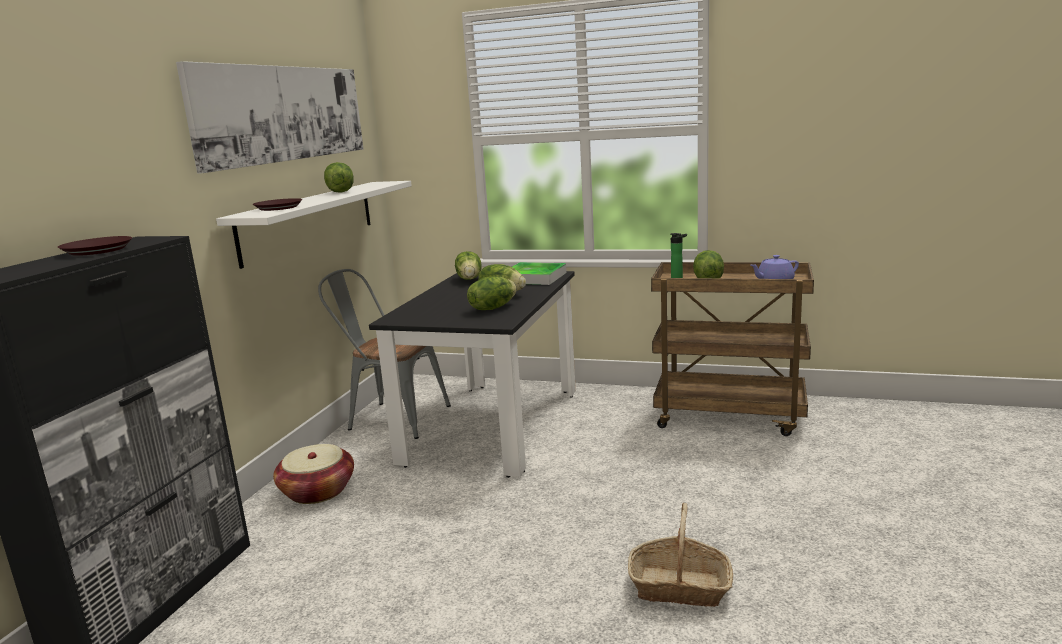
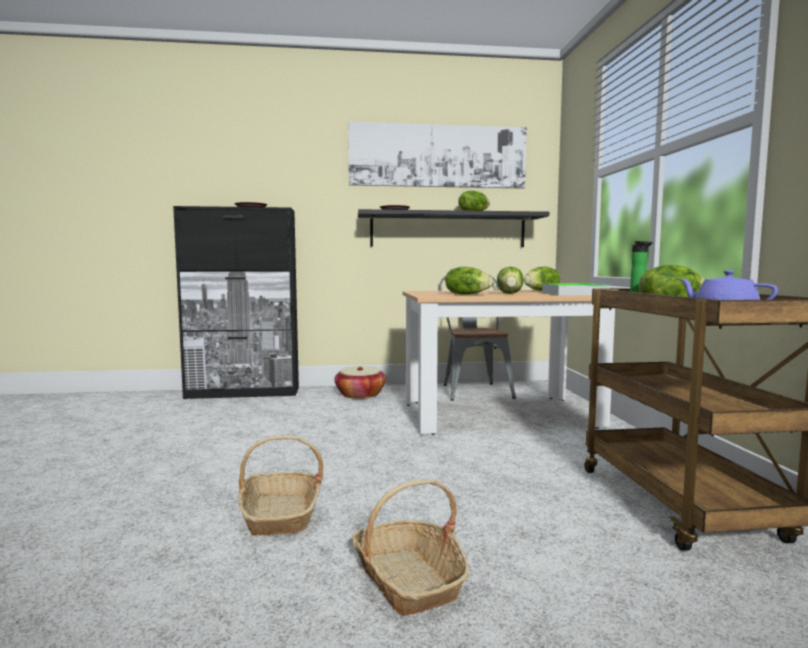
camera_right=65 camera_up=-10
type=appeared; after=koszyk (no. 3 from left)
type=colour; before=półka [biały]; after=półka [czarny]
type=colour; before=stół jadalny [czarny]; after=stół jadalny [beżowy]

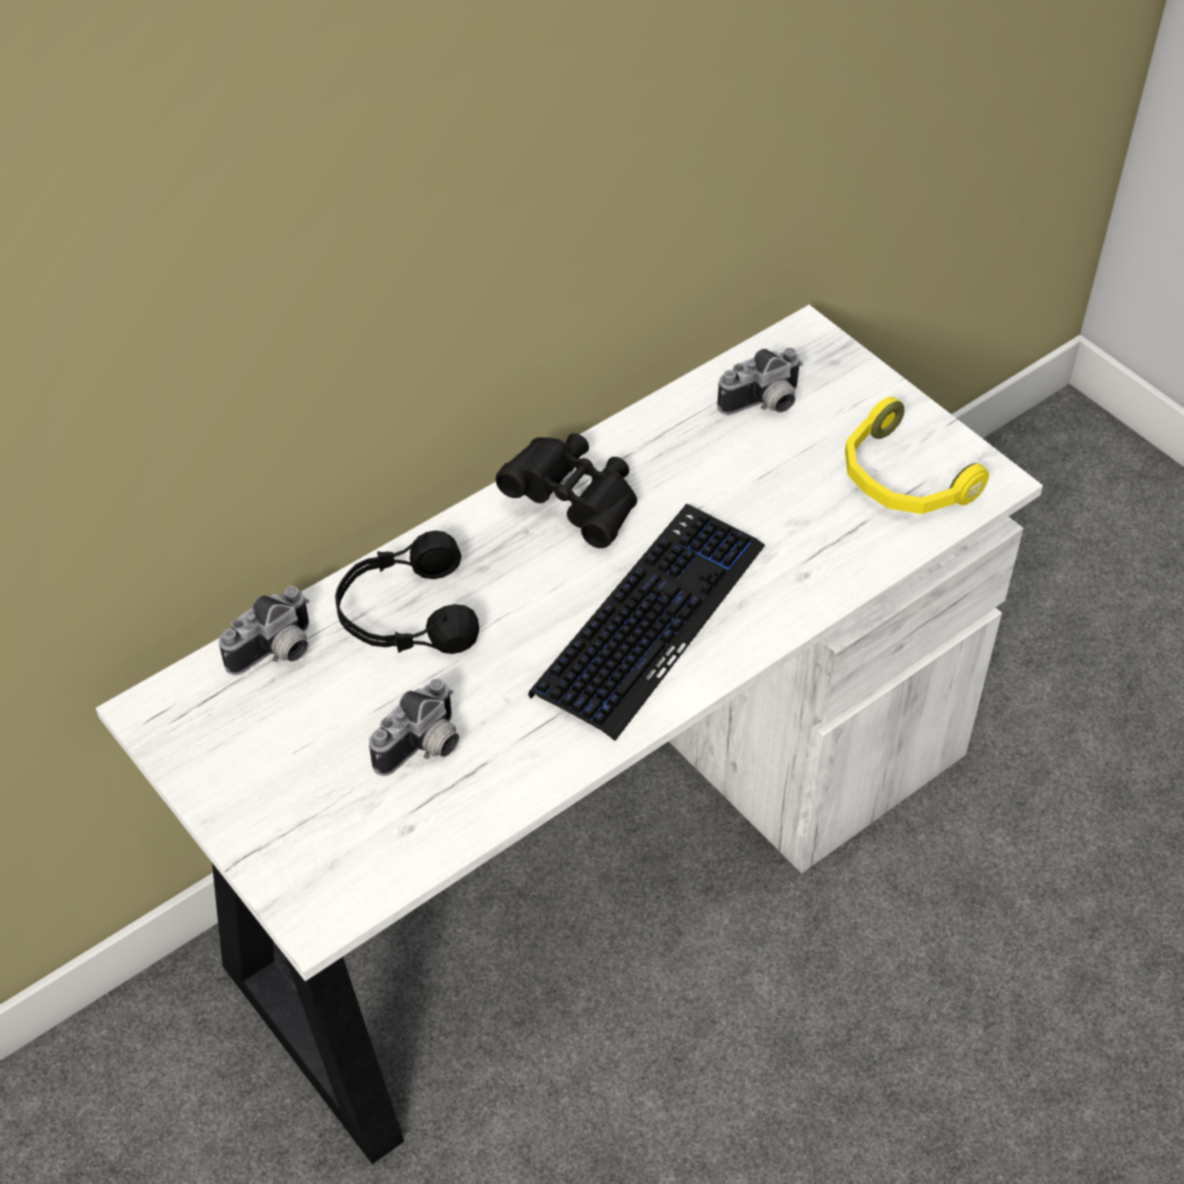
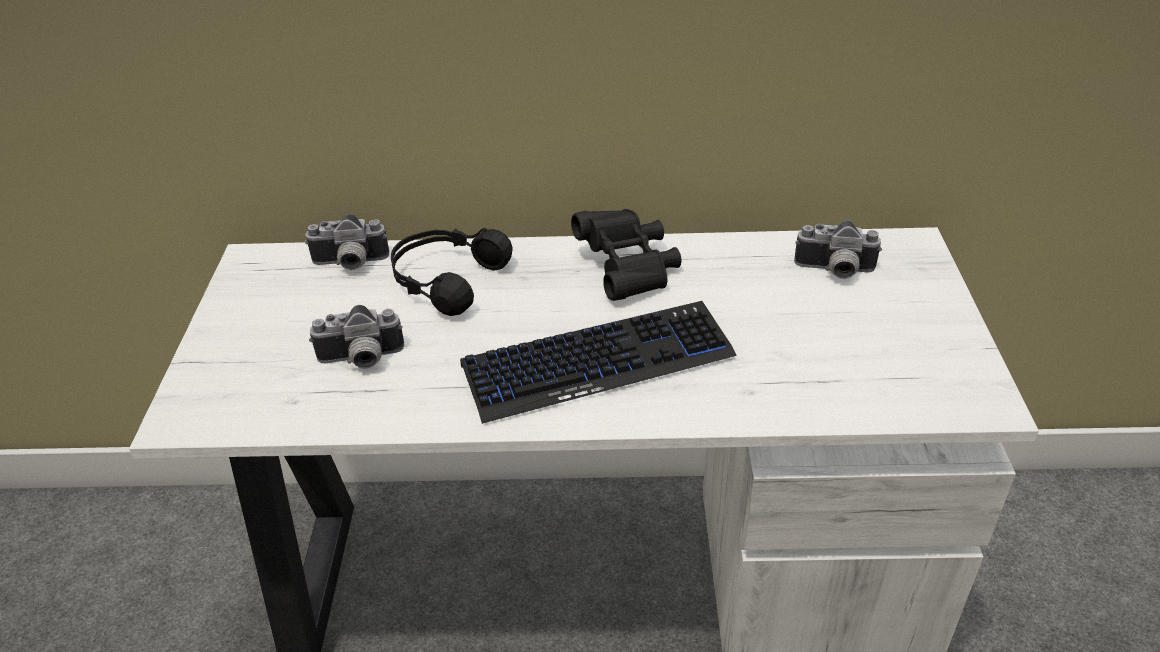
camera_right=40 camera_up=-10
type=missing; before=słuchawki [żółty]

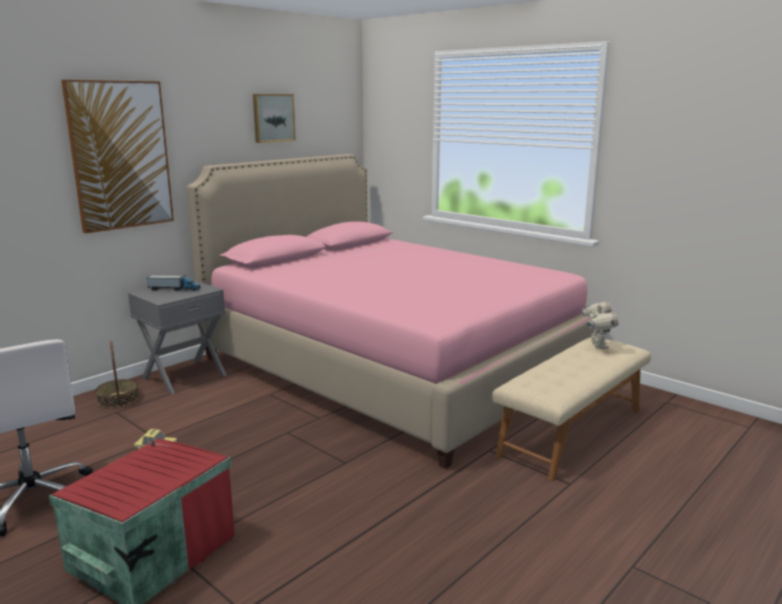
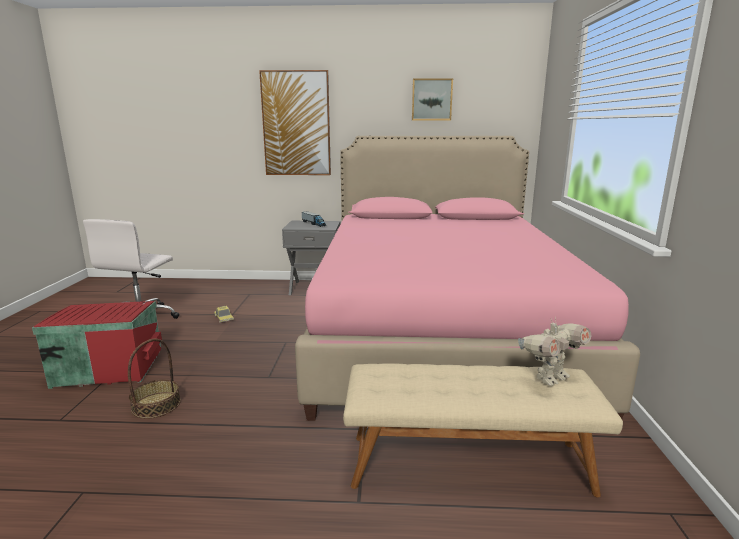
camera_right=50 camera_up=0
type=relocated; before=koszyk

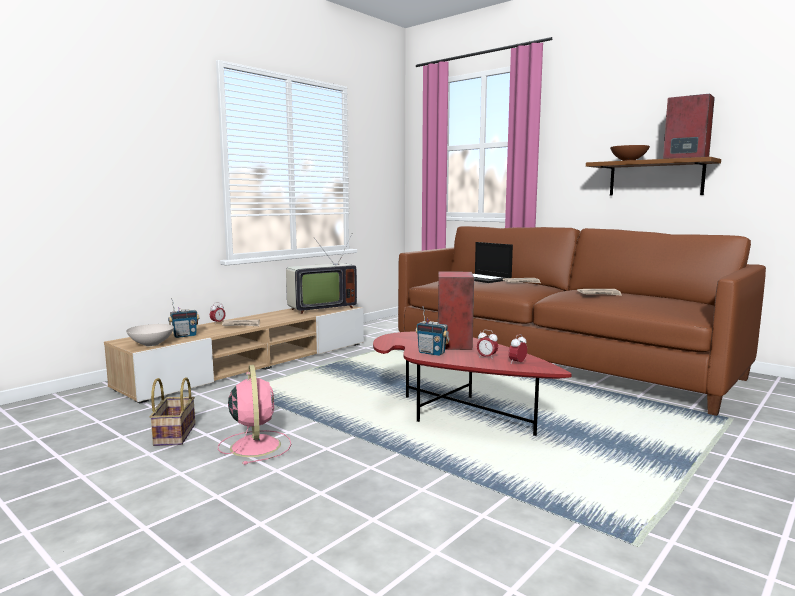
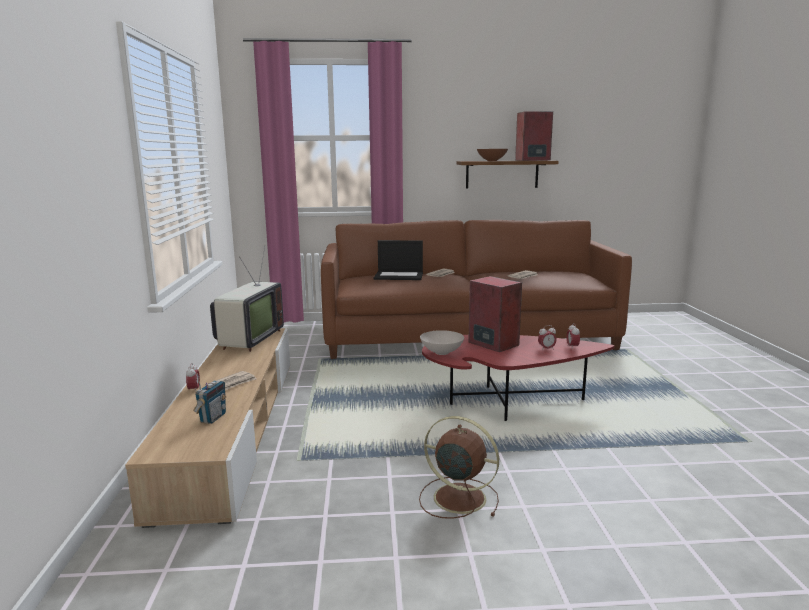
camera_right=-45 camera_up=5
type=colour; before=wentylator [różowy]; after=wentylator [brązowy]
type=relocated; before=miska [biały]
type=missing; before=koszyk
type=missing; before=radio (no. 2 from left)

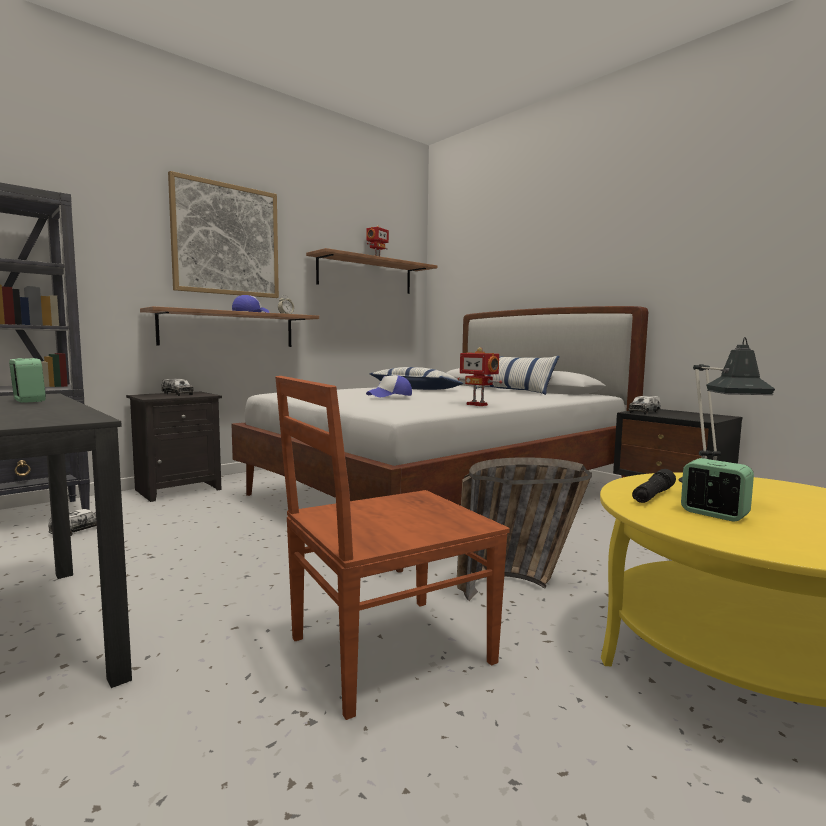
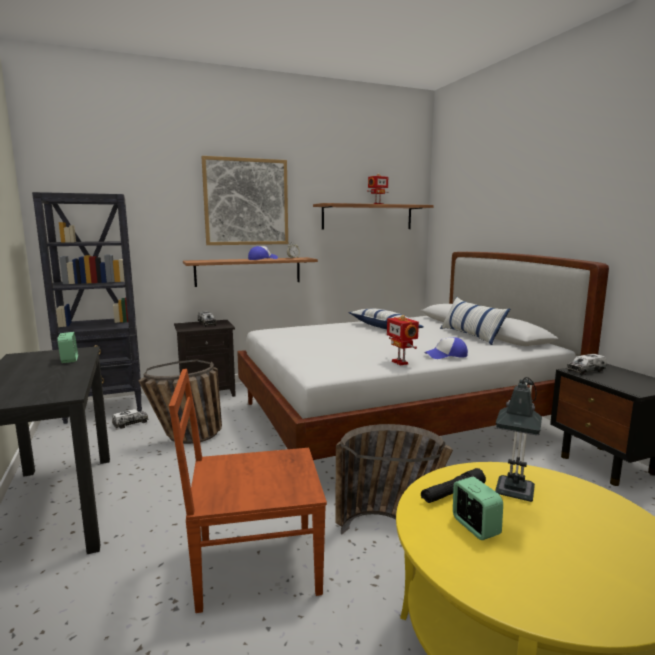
camera_right=20 camera_up=5
type=appeared; after=koszyk (no. 1 from left)
type=relocated; before=czapka z daszkiem (no. 2 from left)

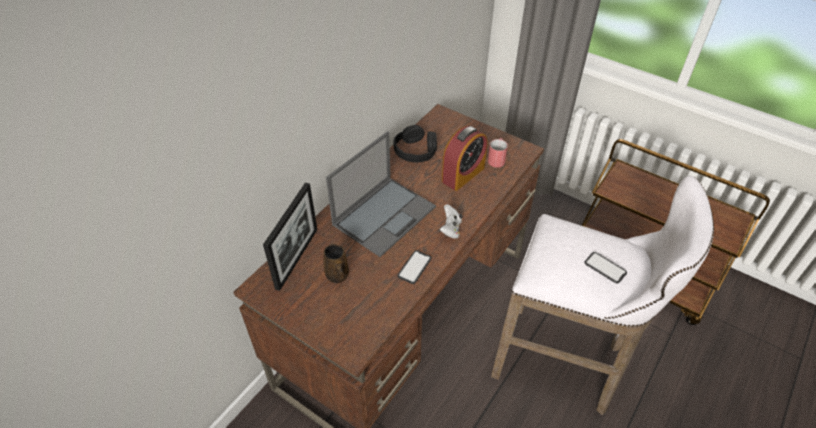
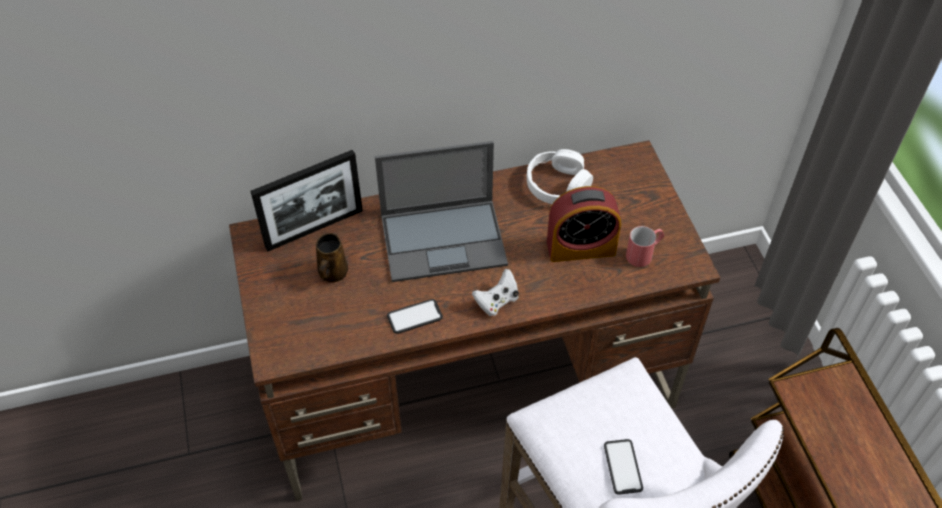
camera_right=40 camera_up=5
type=colour; before=słuchawki [czarny]; after=słuchawki [biały]

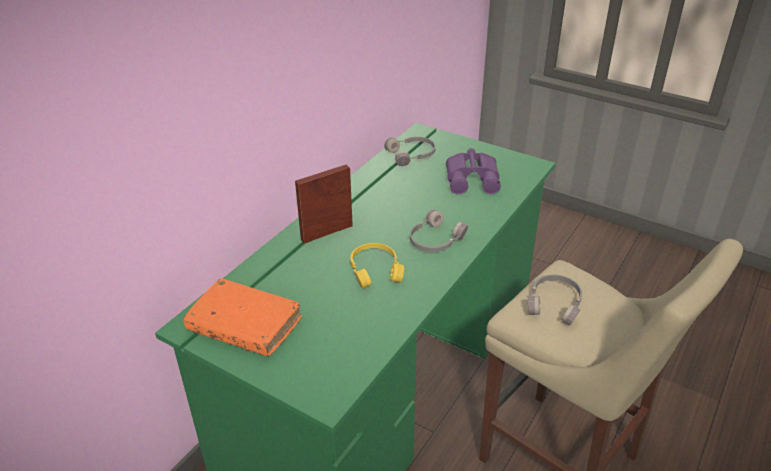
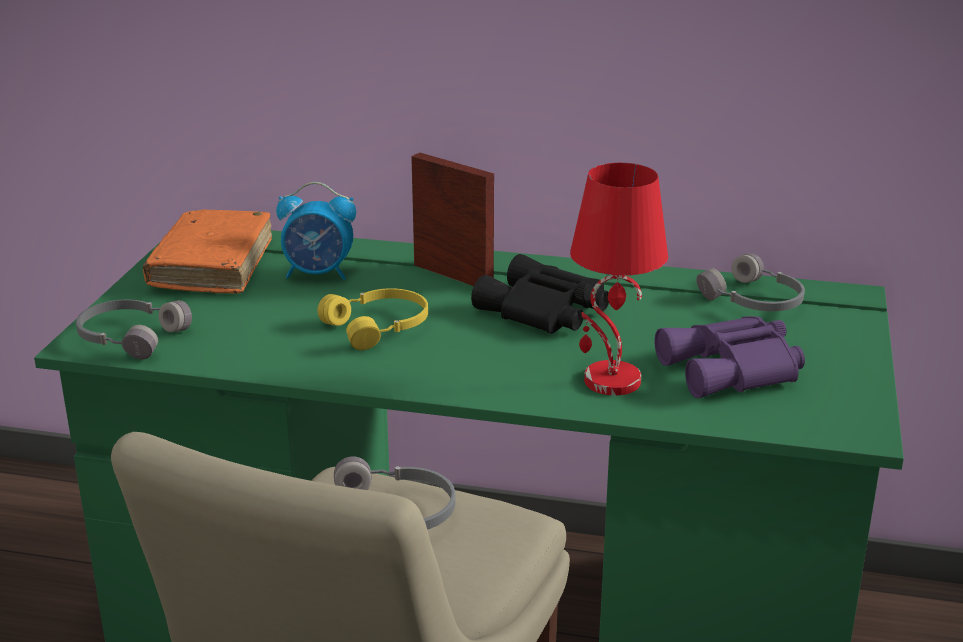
camera_right=70 camera_up=-10
type=relocated; before=słuchawki [szary] (no. 2 from left in the first image); after=słuchawki [szary] (no. 1 from left)
type=appeared; after=budzik
type=appeared; after=lornetka [czarny]
type=appeared; after=lampa stołowa [czerwony]

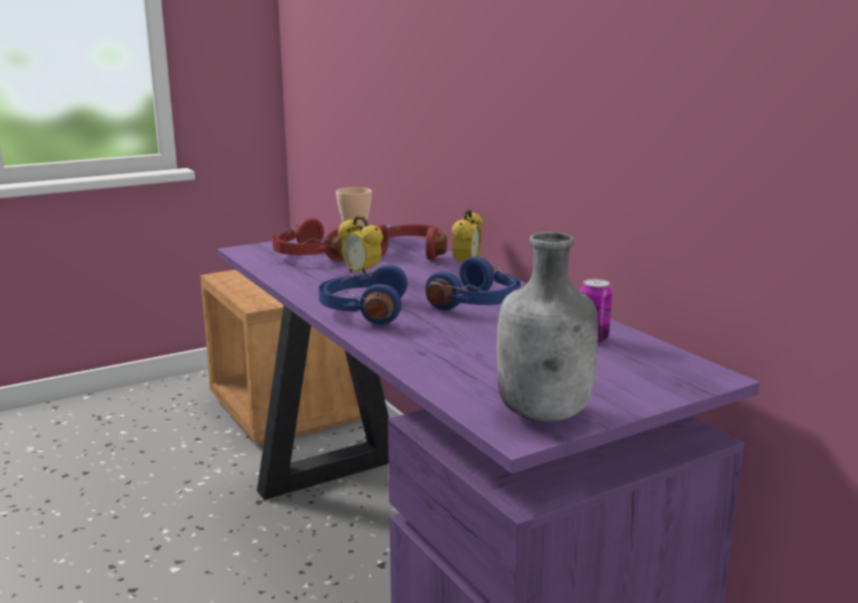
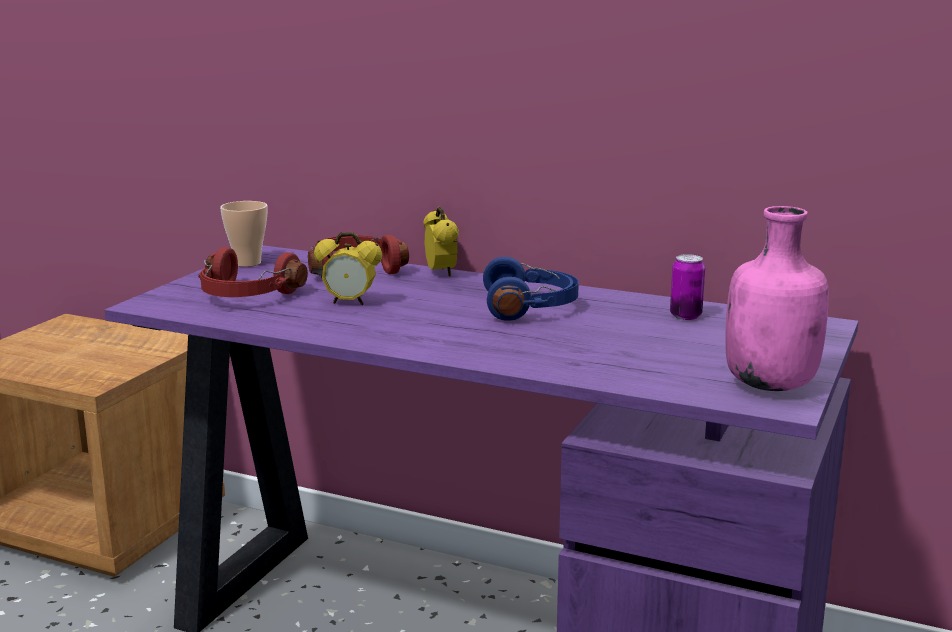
camera_right=-35 camera_up=0
type=colour; before=butelka [szary]; after=butelka [różowy]
type=missing; before=słuchawki [niebieski] (no. 1 from left)

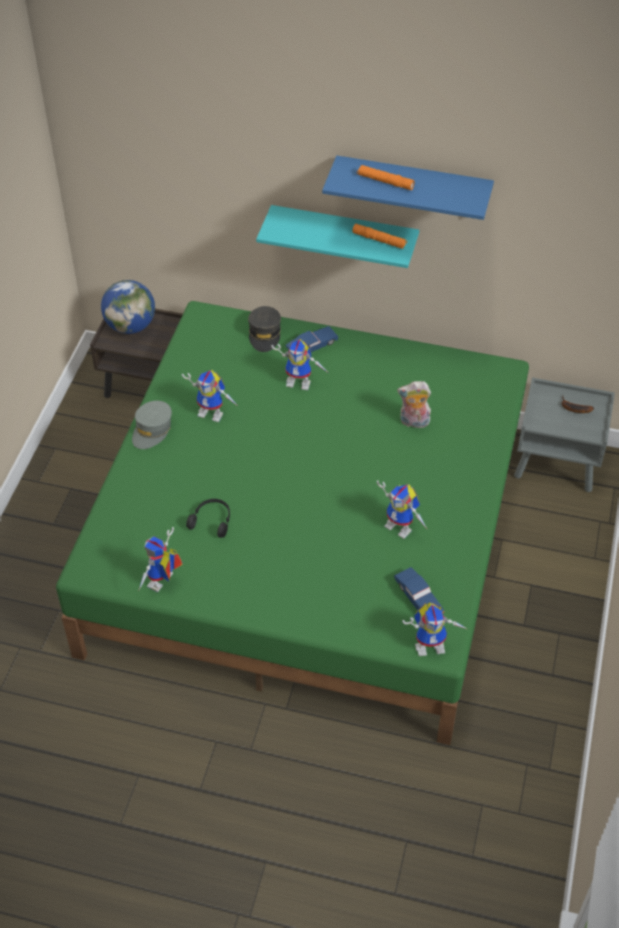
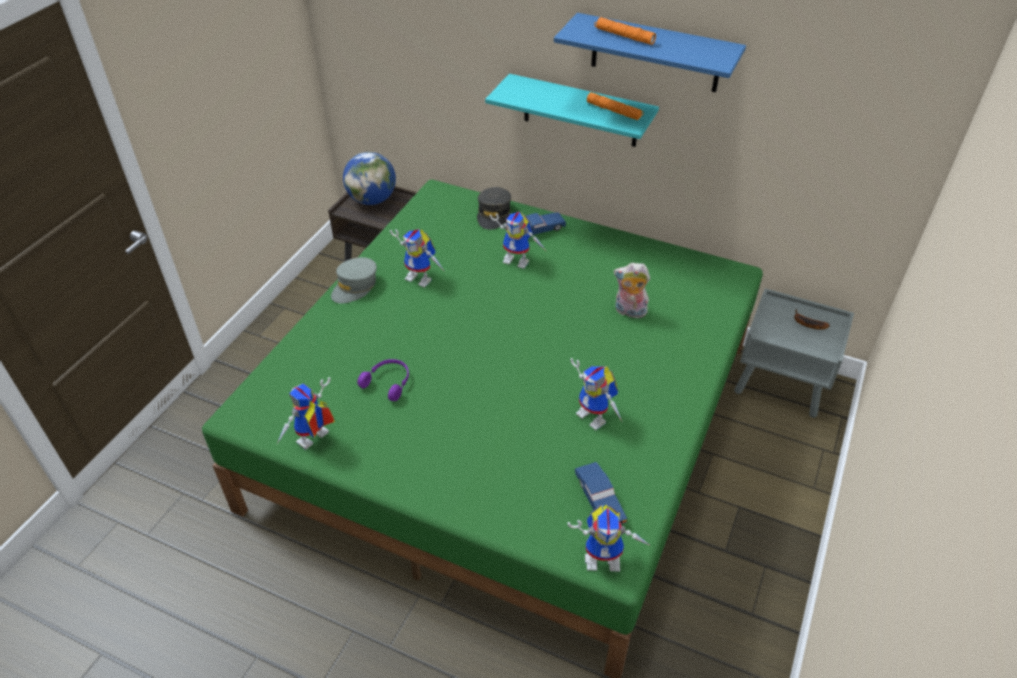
camera_right=10 camera_up=-5
type=colour; before=słuchawki [czarny]; after=słuchawki [fioletowy]

